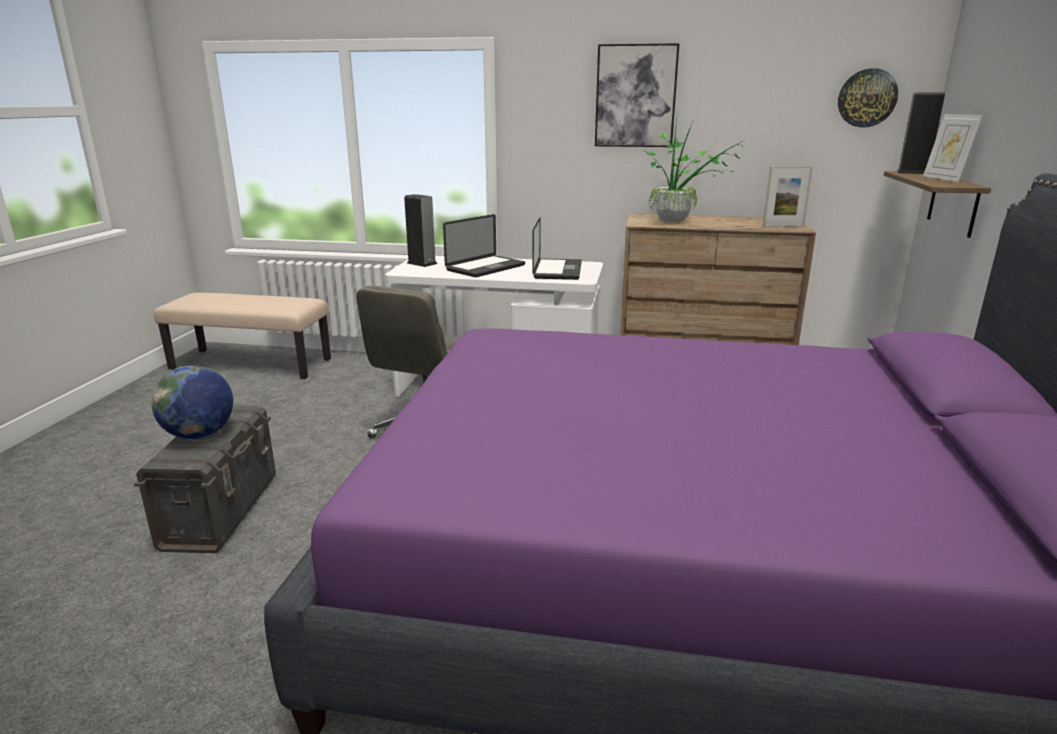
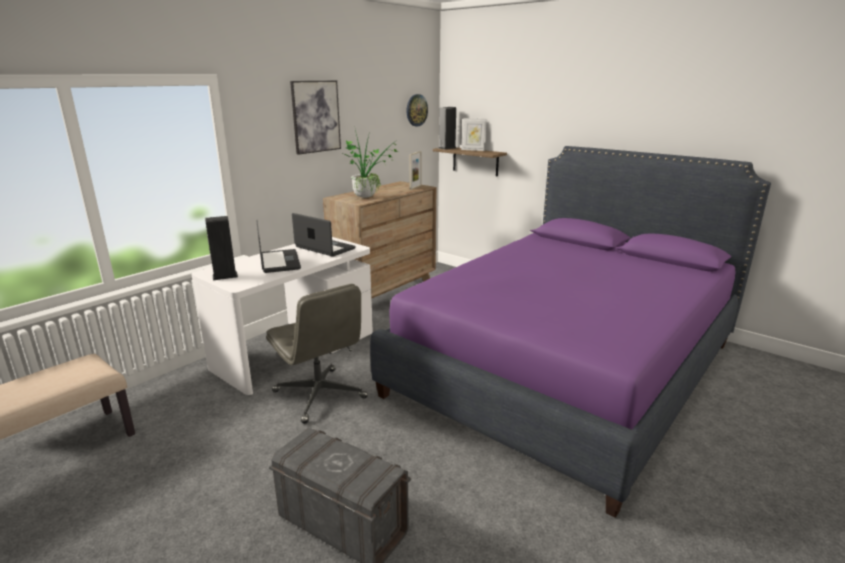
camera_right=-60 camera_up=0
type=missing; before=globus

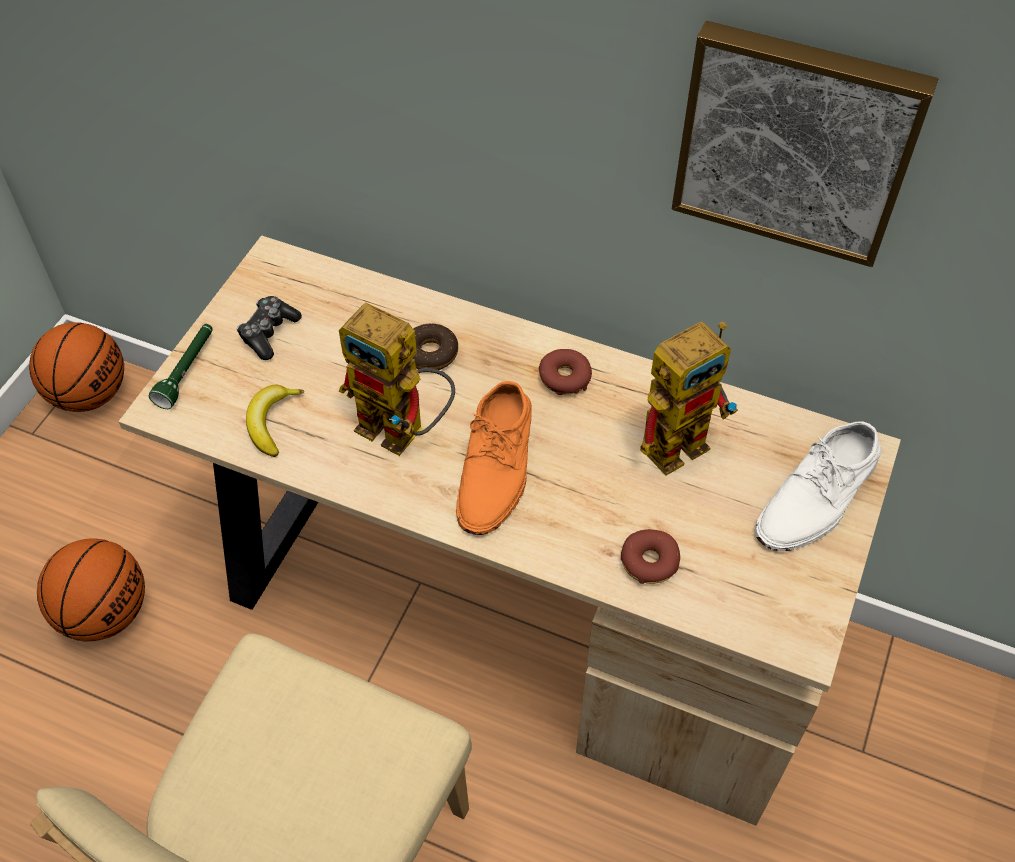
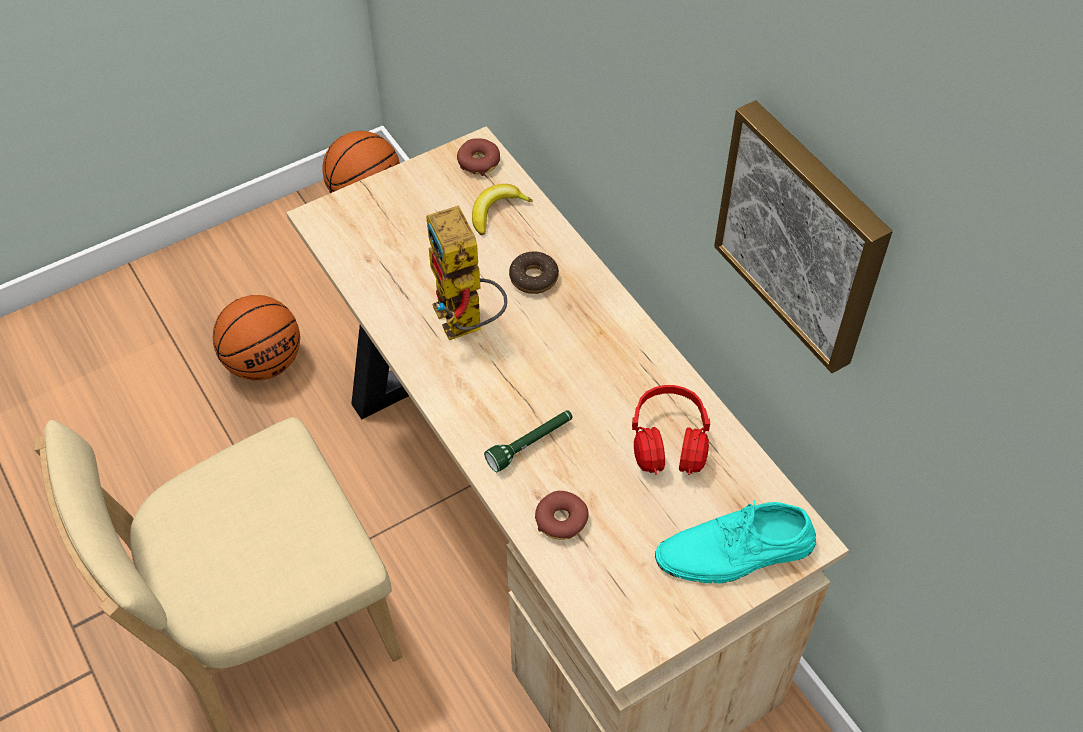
camera_right=35 camera_up=0
type=relocated; before=donut (no. 2 from left in the first image); after=donut (no. 1 from left)
type=relocated; before=banan
type=relocated; before=latarka [zielony]
type=exchanged; before=robot zabawkowy (no. 2 from left); after=słuchawki [czerwony]
type=colour; before=but [biały]; after=but [turkusowy]
type=missing; before=pad do gier
type=missing; before=but [pomarańczowy]

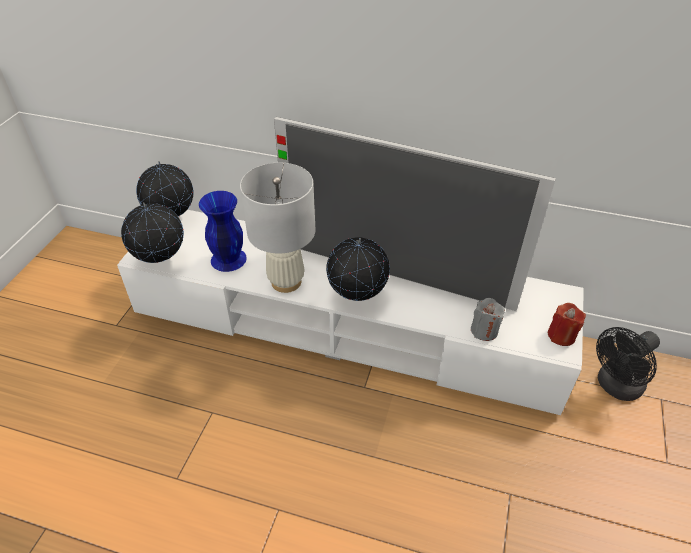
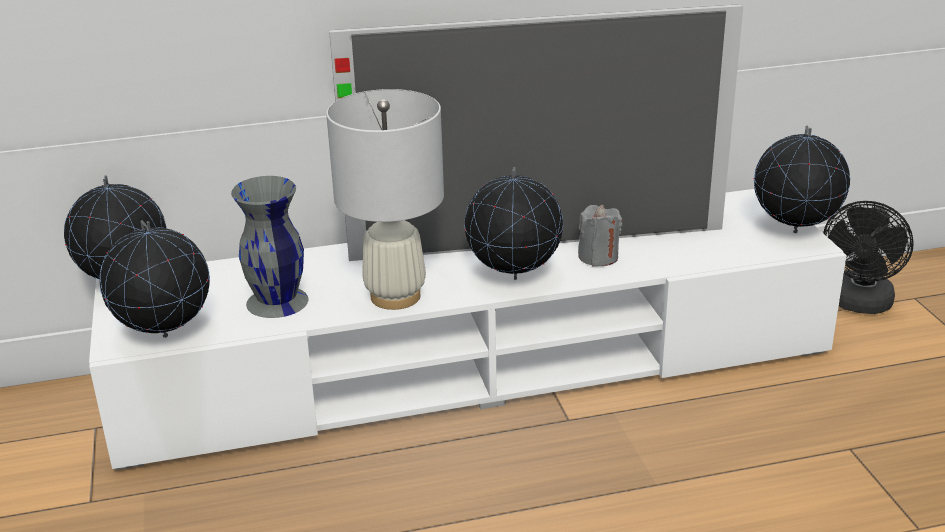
camera_right=-30 camera_up=-15
type=colour; before=wazon [niebieski]; after=wazon [szary]
type=relocated; before=świeca [szary]
type=exchanged; before=świeca [czerwony]; after=globus (no. 4 from left)

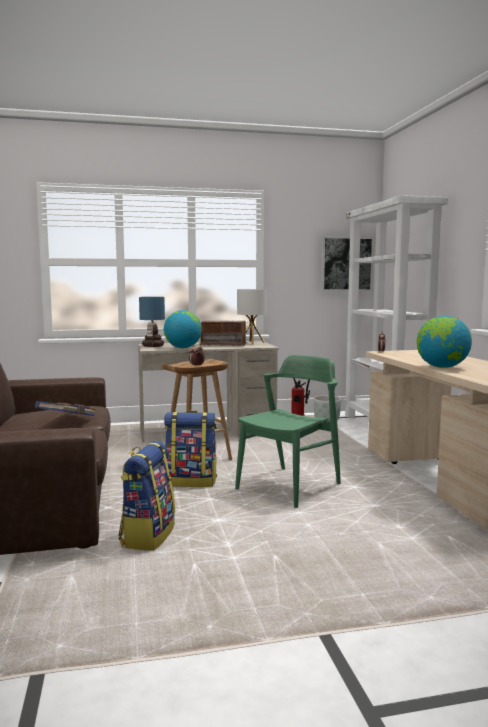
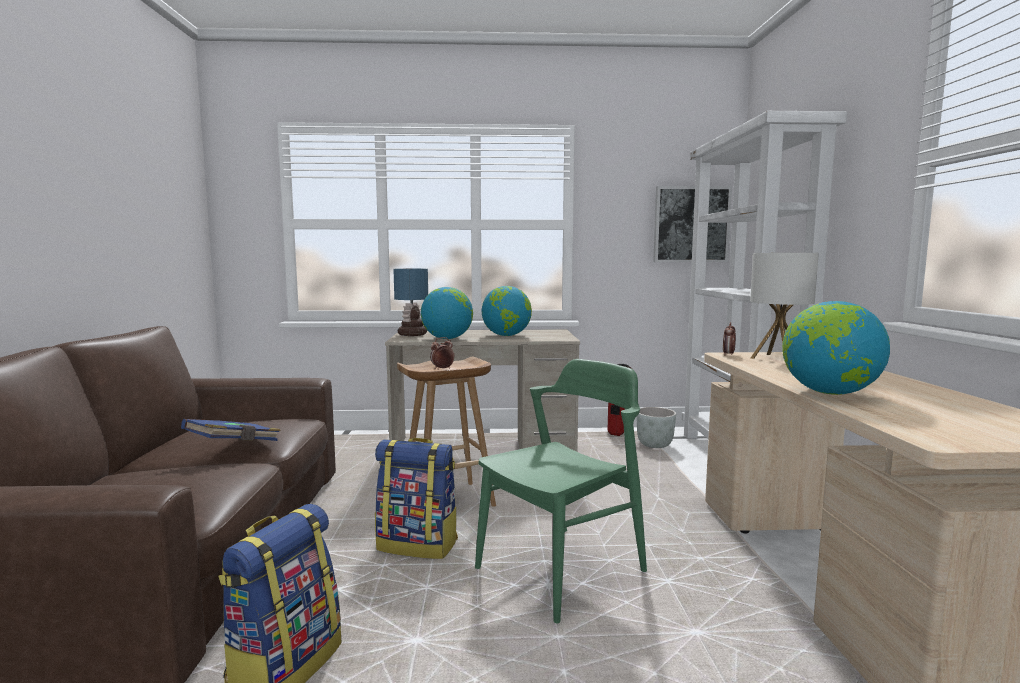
camera_right=10 camera_up=0
type=exchanged; before=radio; after=globus (no. 2 from left)
type=relocated; before=lampa stołowa (no. 2 from left)

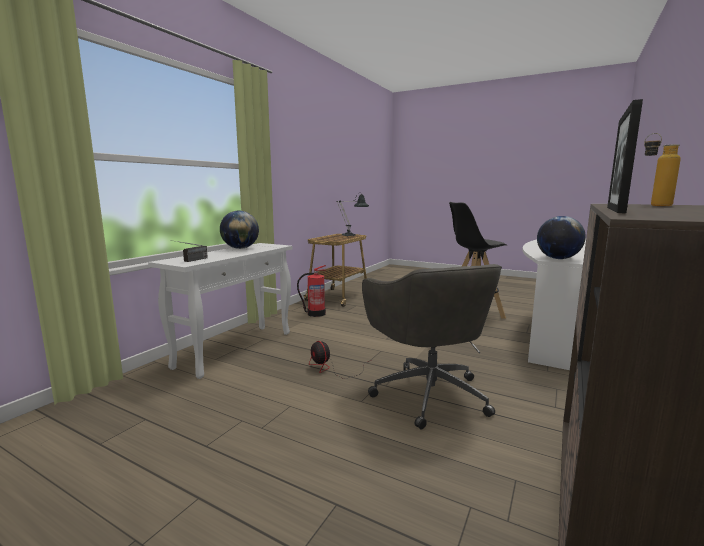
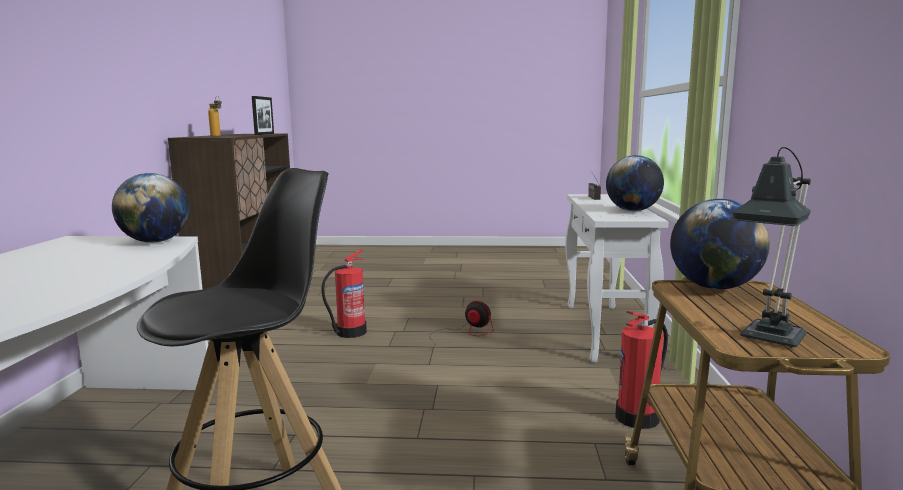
camera_right=155 camera_up=0
type=exchanged; before=krzesło biurowe [szary]; after=gaśnica (no. 1 from left)
type=appeared; after=globus (no. 3 from left)

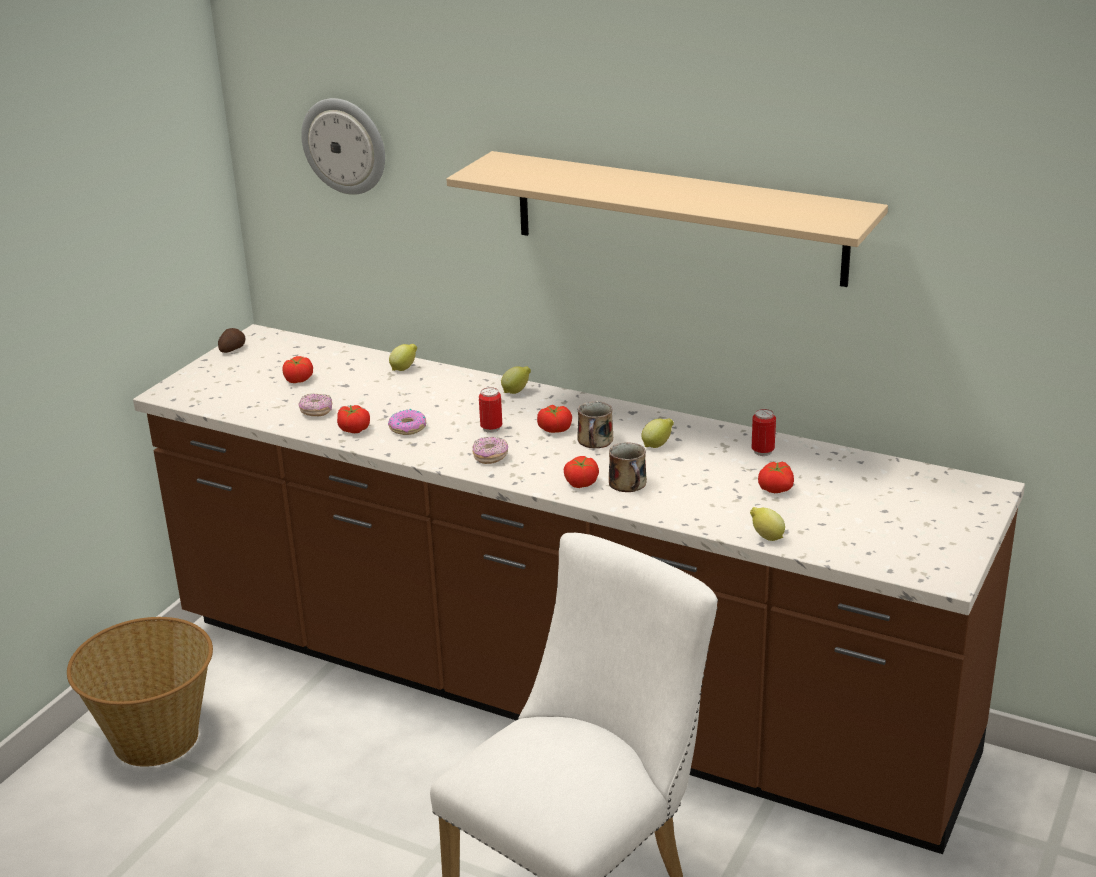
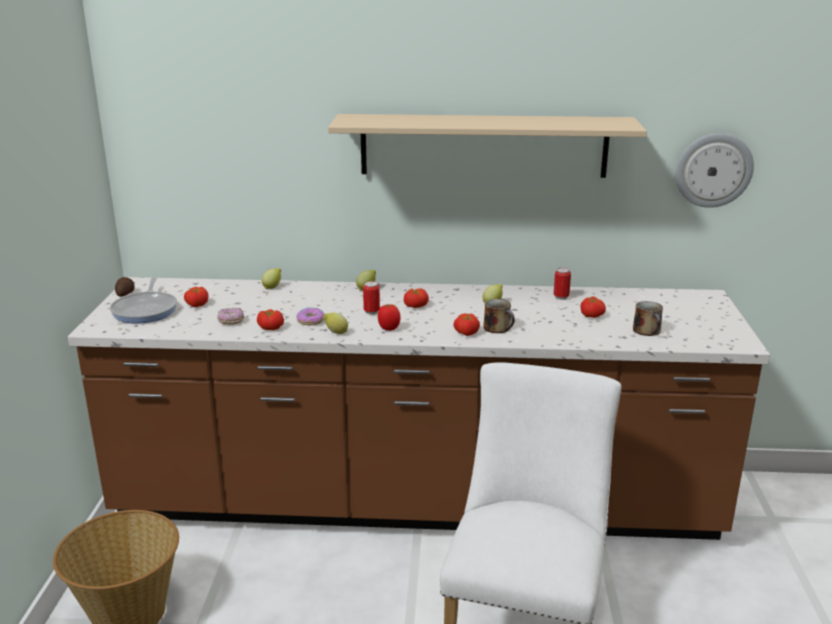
camera_right=-25 camera_up=-5
type=appeared; after=patelnia
type=relocated; before=cytryna (no. 4 from left in the first image); after=cytryna (no. 2 from left)
type=exchanged; before=donut (no. 3 from left); after=pomidor (no. 3 from left)
type=relocated; before=kubek (no. 1 from left in the first image); after=kubek (no. 2 from left)
type=relocated; before=zegar ścienny

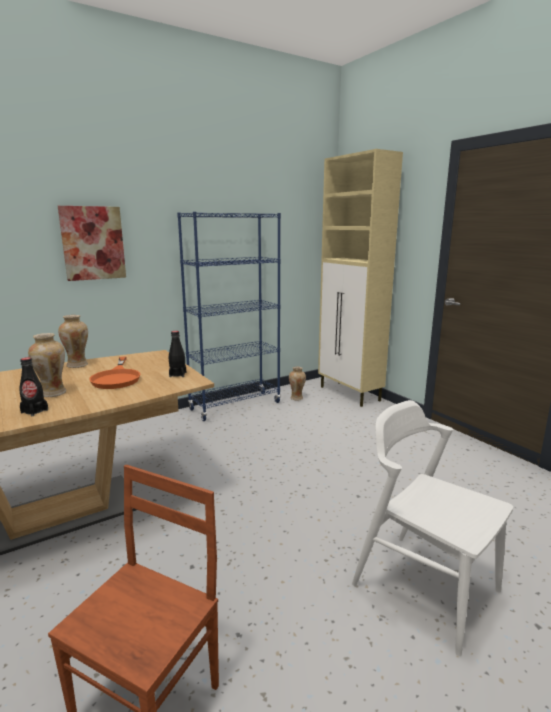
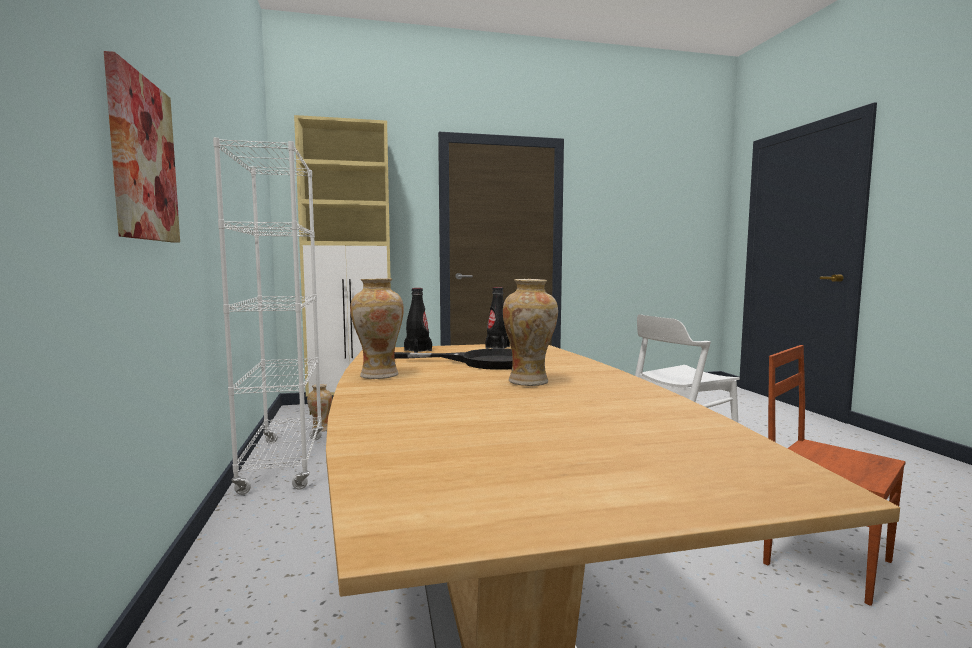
camera_right=-70 camera_up=-10
type=colour; before=regał [niebieski]; after=regał [biały]
type=colour; before=patelnia [pomarańczowy]; after=patelnia [czarny]
type=relocated; before=butelka [czarny] (no. 1 from left)

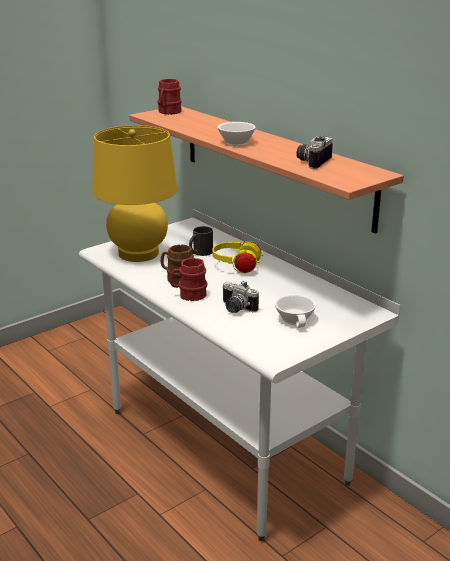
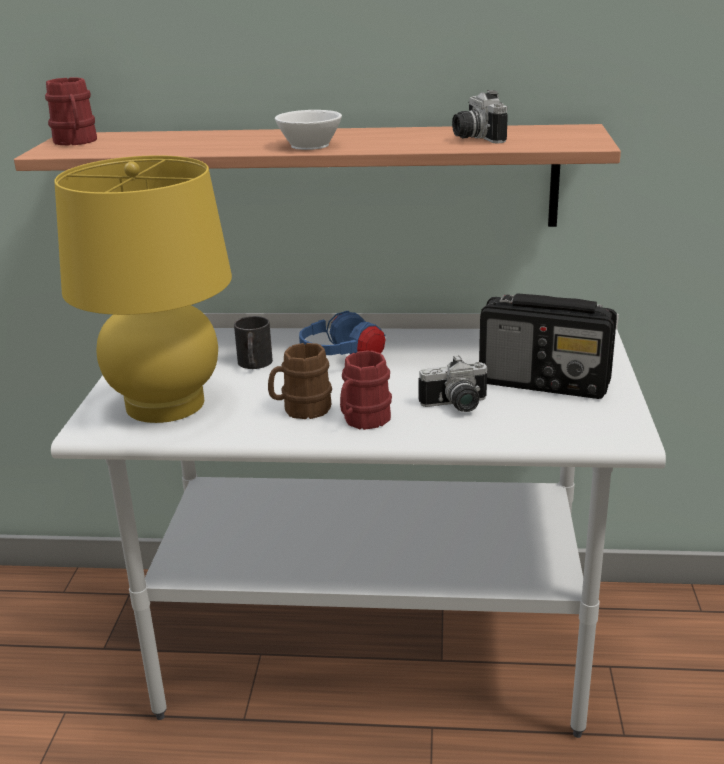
camera_right=-45 camera_up=0
type=colour; before=słuchawki [żółty]; after=słuchawki [niebieski]
type=exchanged; before=filiżanka [biały] (no. 2 from left); after=radio

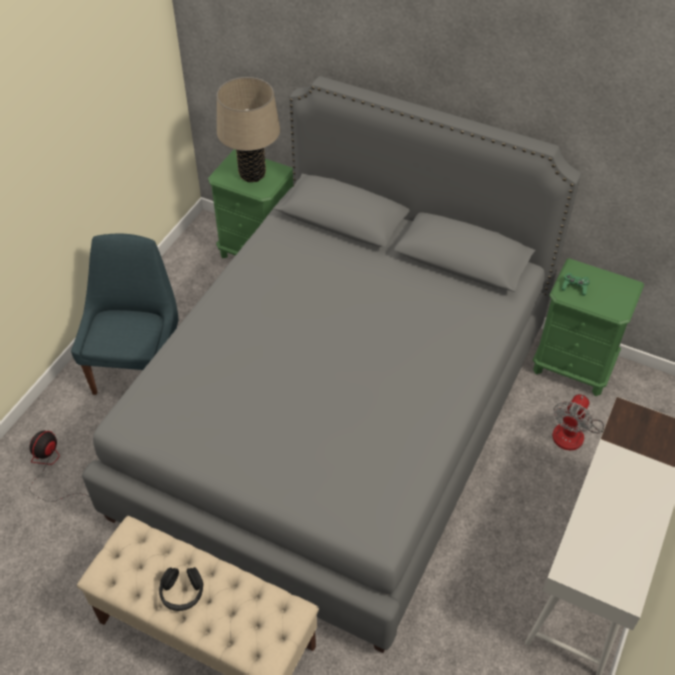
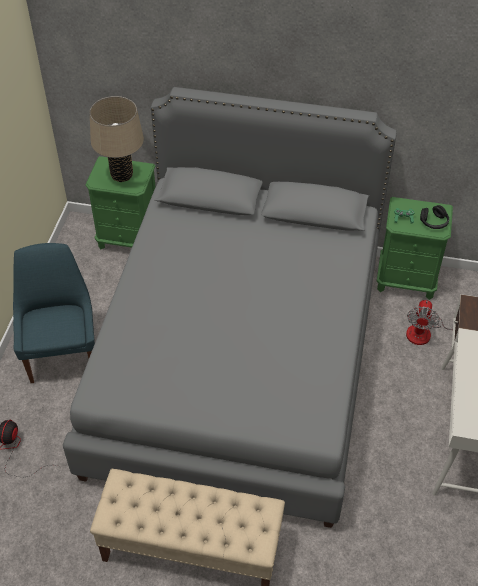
camera_right=-15 camera_up=0
type=relocated; before=słuchawki [czarny]

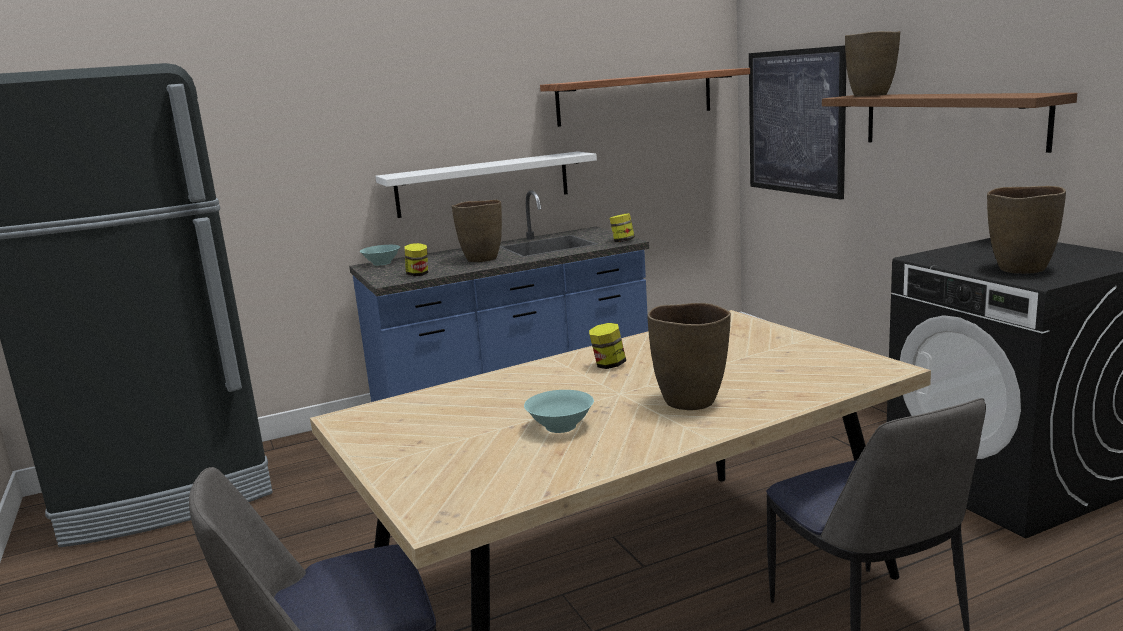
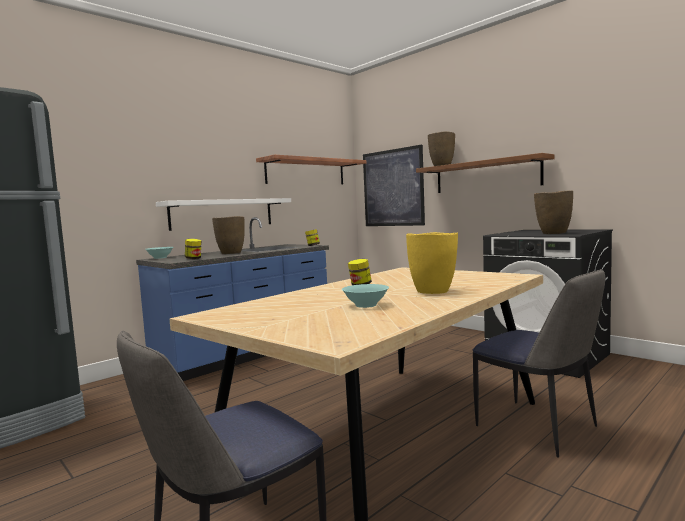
camera_right=-20 camera_up=-10
type=colour; before=wazon [brązowy] (no. 2 from left); after=wazon [żółty]

